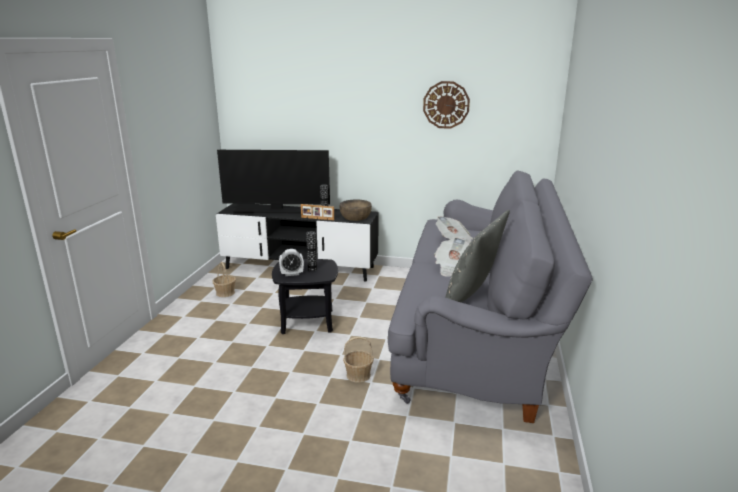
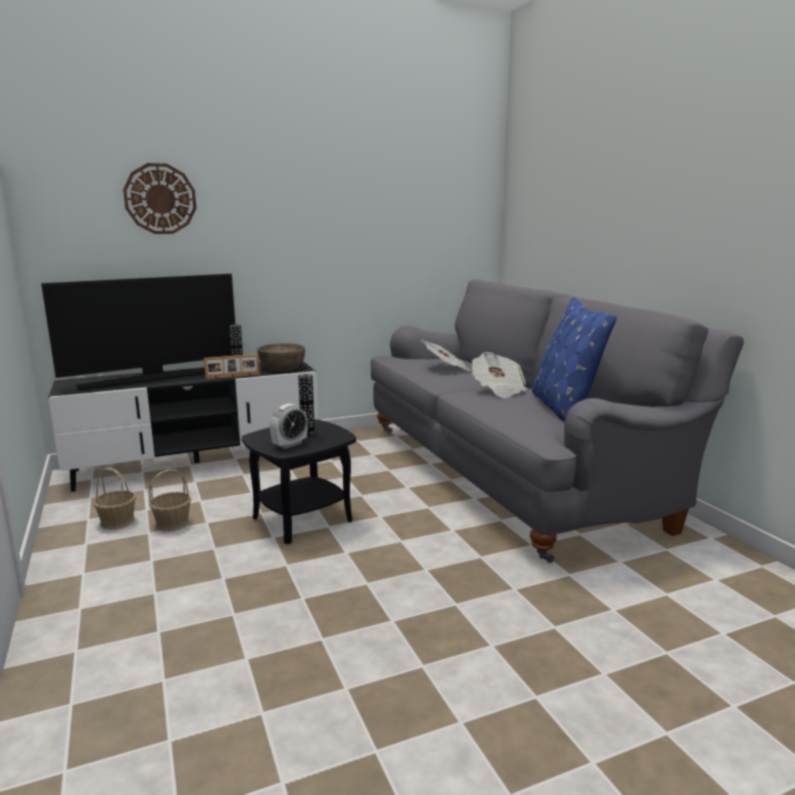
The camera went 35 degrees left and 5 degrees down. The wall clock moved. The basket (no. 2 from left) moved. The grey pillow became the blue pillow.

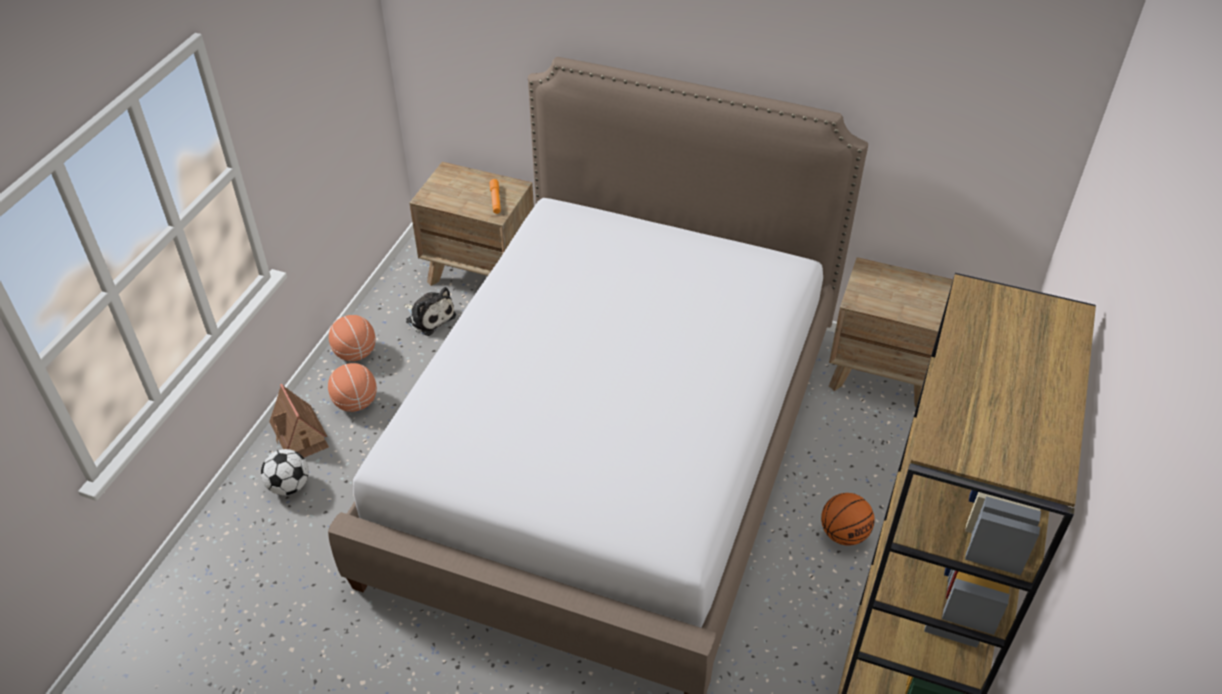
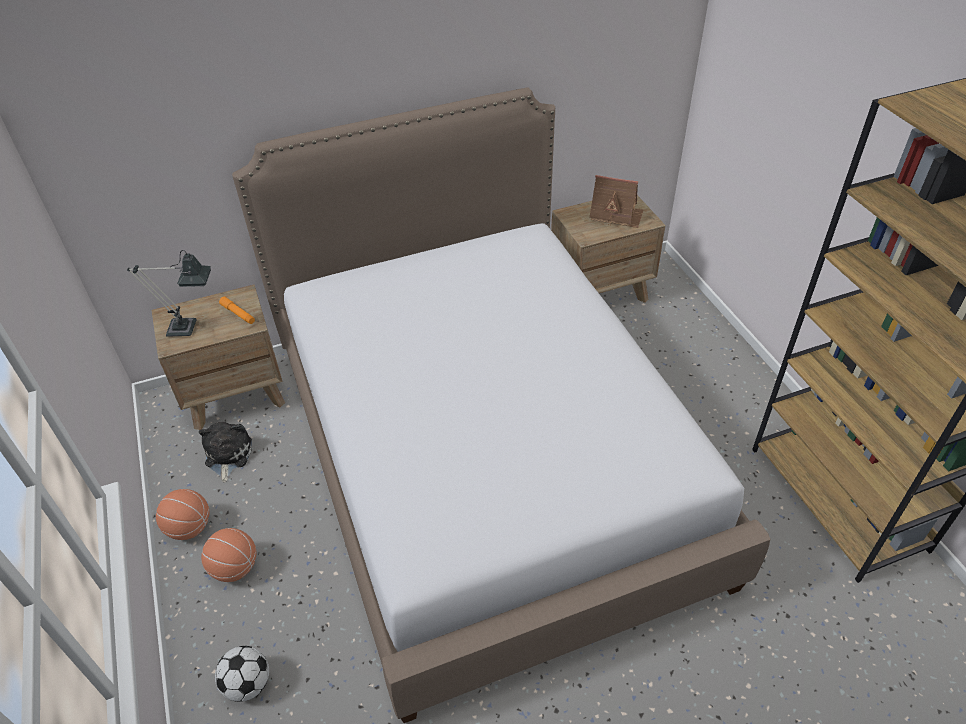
The camera went 40 degrees left and 0 degrees up. The table lamp appeared. The plush toy turned 90 degrees counterclockwise. The toy house moved. The basketball (no. 3 from left) disappeared.

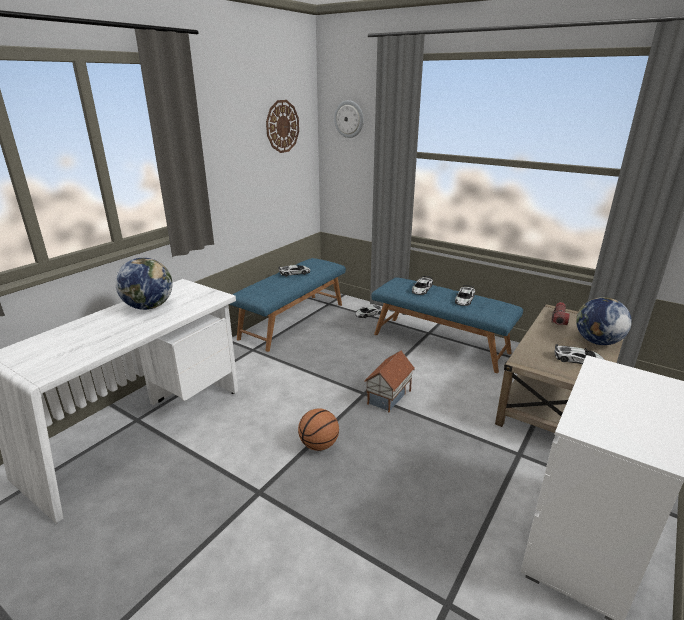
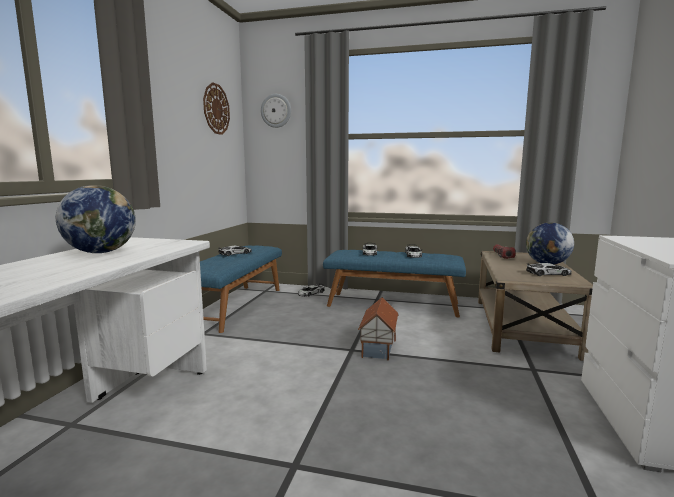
The camera went 20 degrees left and 15 degrees down. The basketball disappeared.

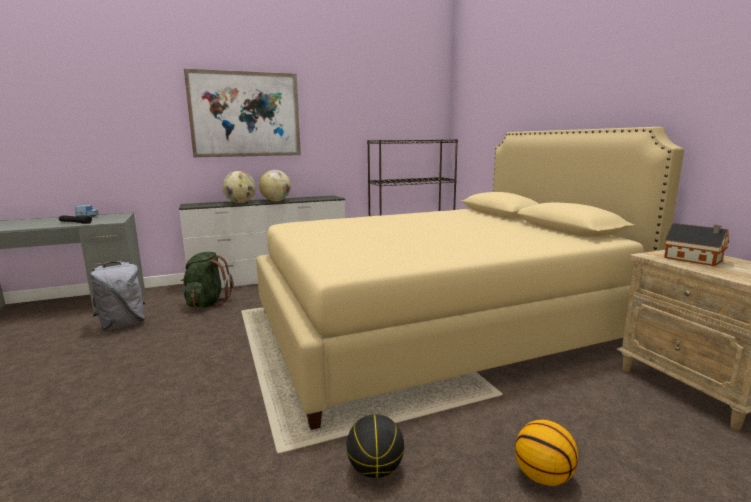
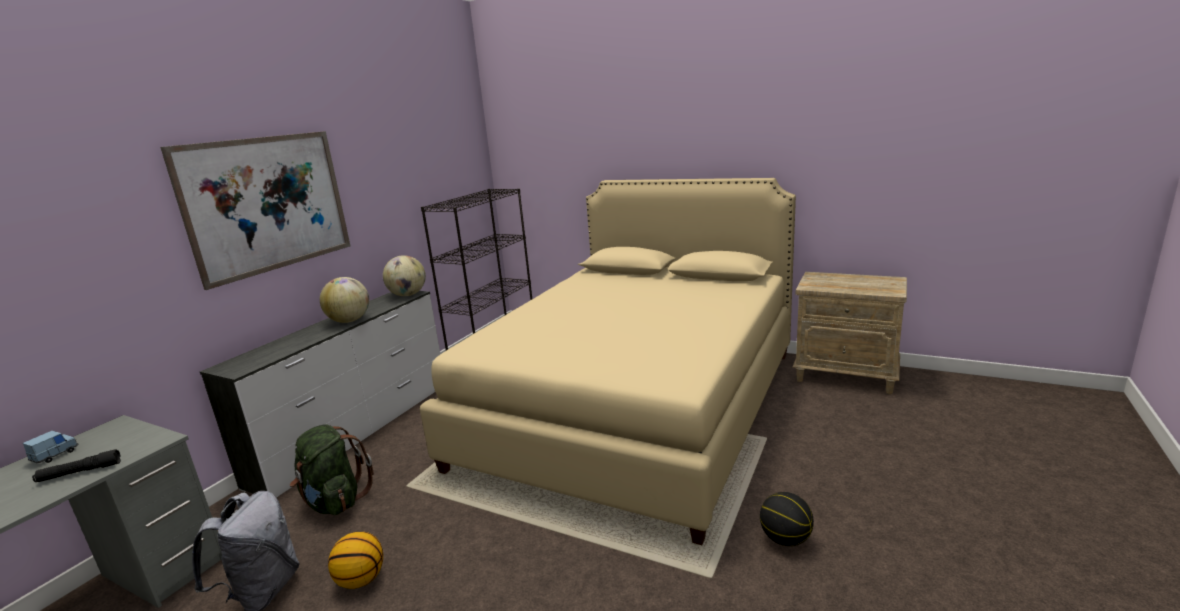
The camera went 40 degrees left and 5 degrees up. The basketball (no. 2 from left in the first image) moved. The globe (no. 1 from left in the first image) moved. The toy house disappeared.

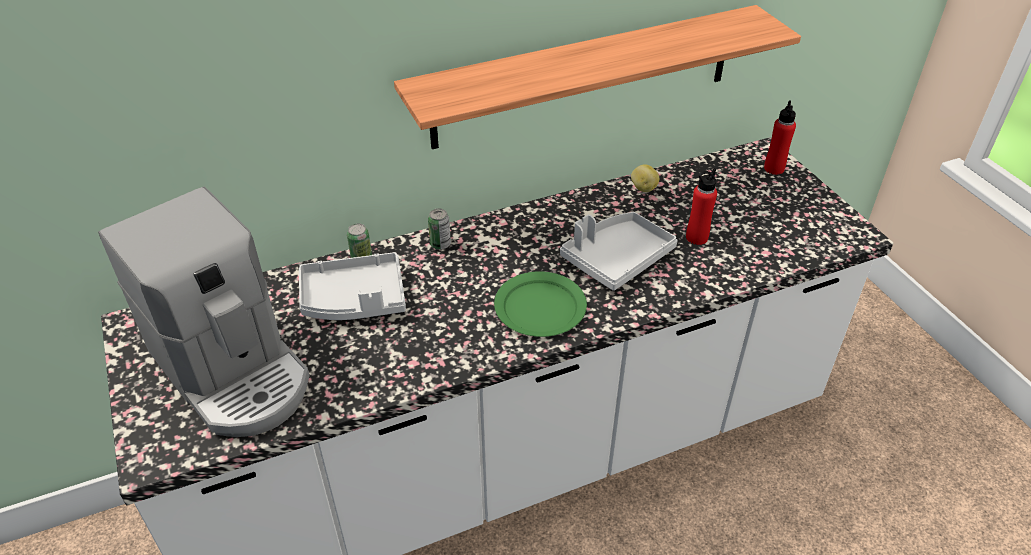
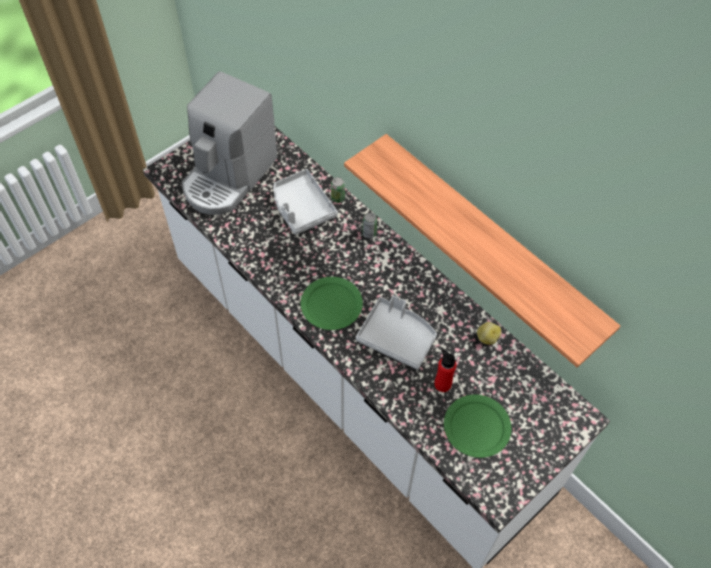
The camera went 70 degrees right and 15 degrees up. The green plate (no. 2 from left) appeared. The red bottle (no. 2 from left) disappeared.

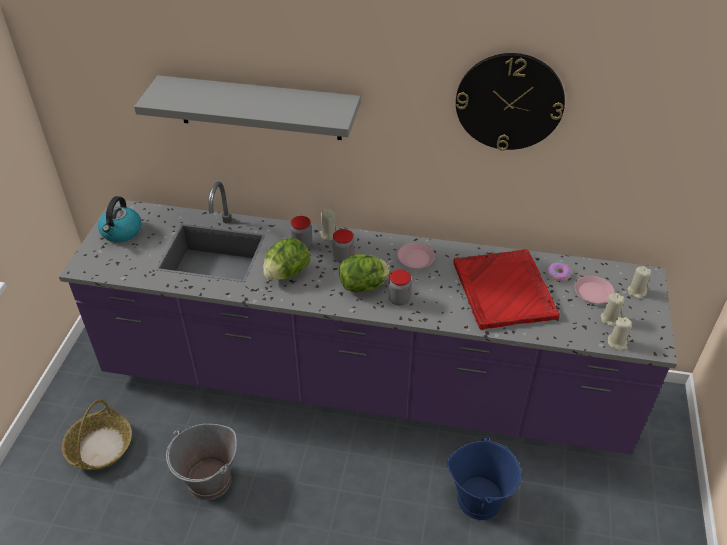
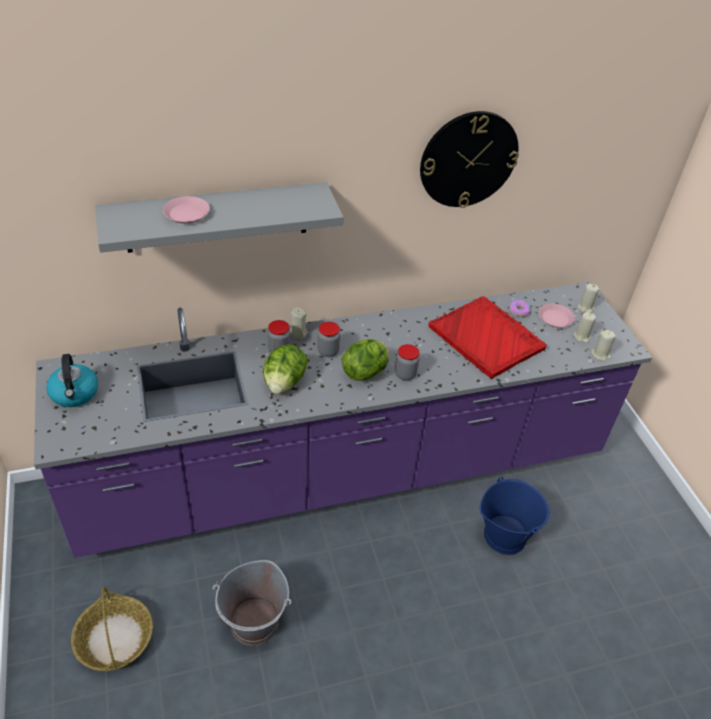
The camera went 30 degrees left and 0 degrees up. The pink plate (no. 1 from left) moved.

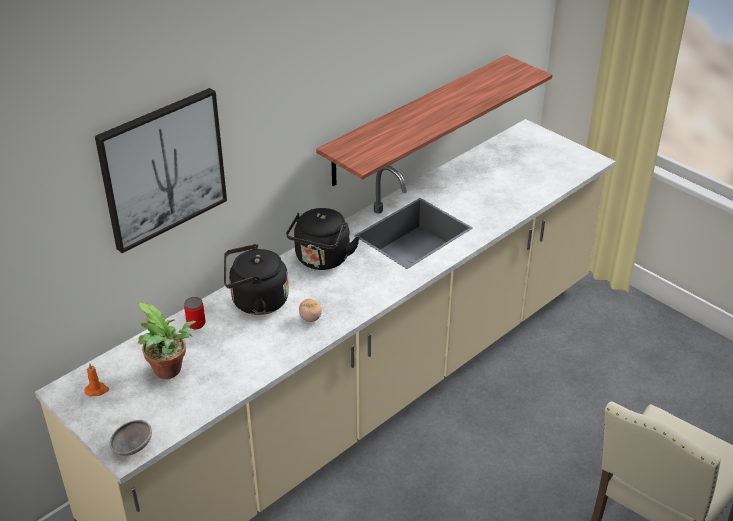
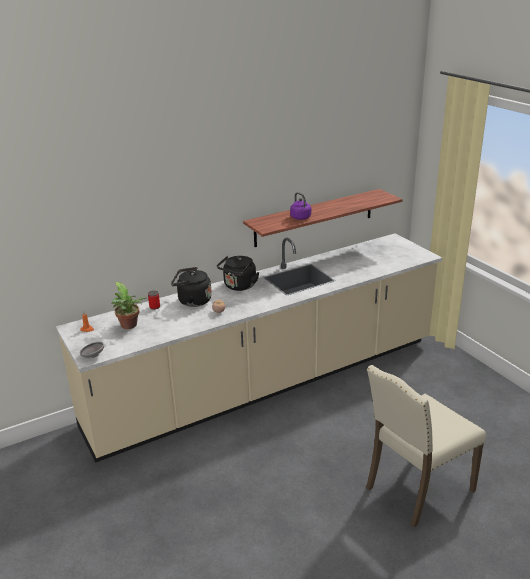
The camera went 15 degrees right and 10 degrees down. The purple kettle appeared. The picture disappeared.

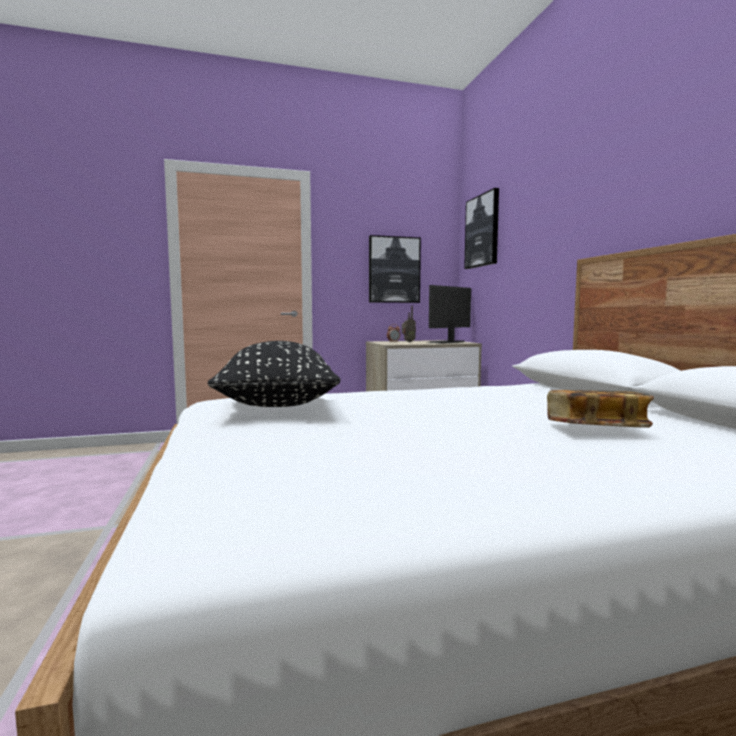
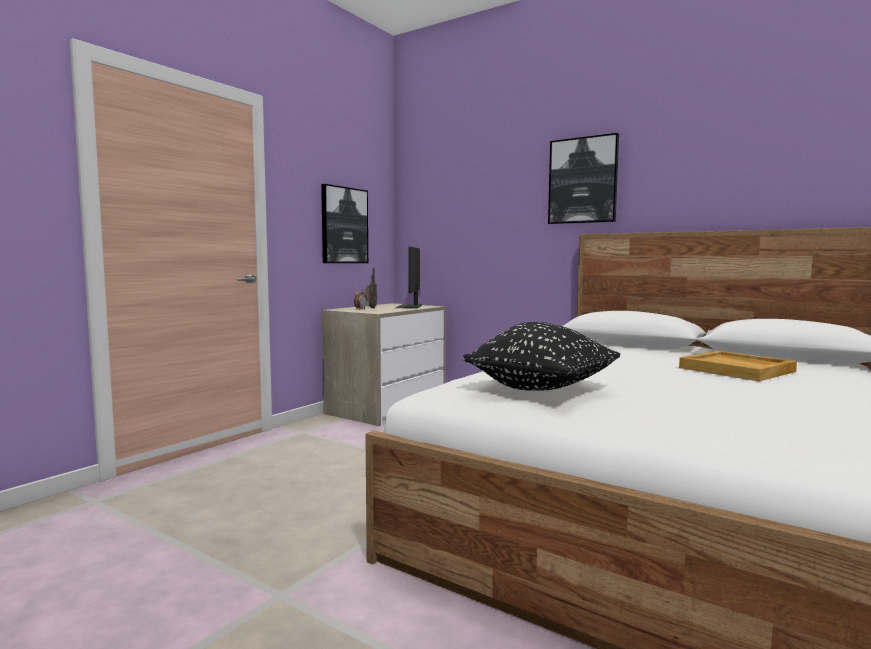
The camera went 40 degrees left and 0 degrees up. The picture (no. 2 from left) moved. The book was replaced by the beige tray.

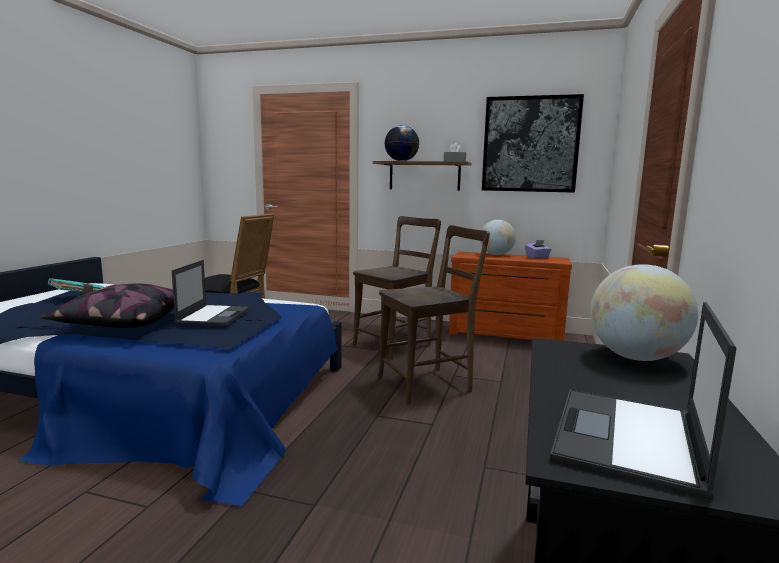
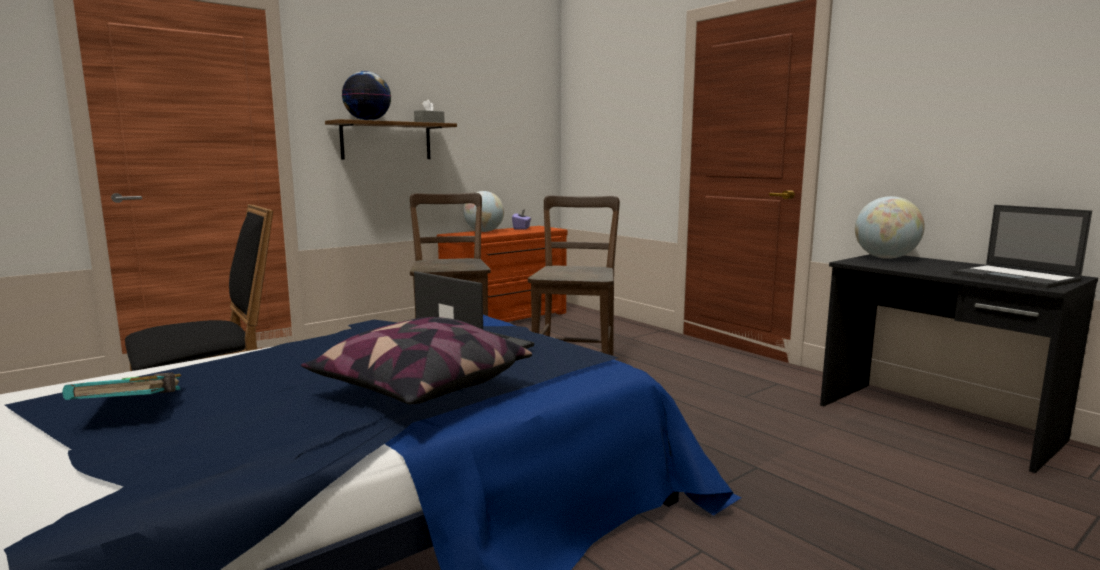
The camera went 55 degrees left and 0 degrees up. The picture disappeared.

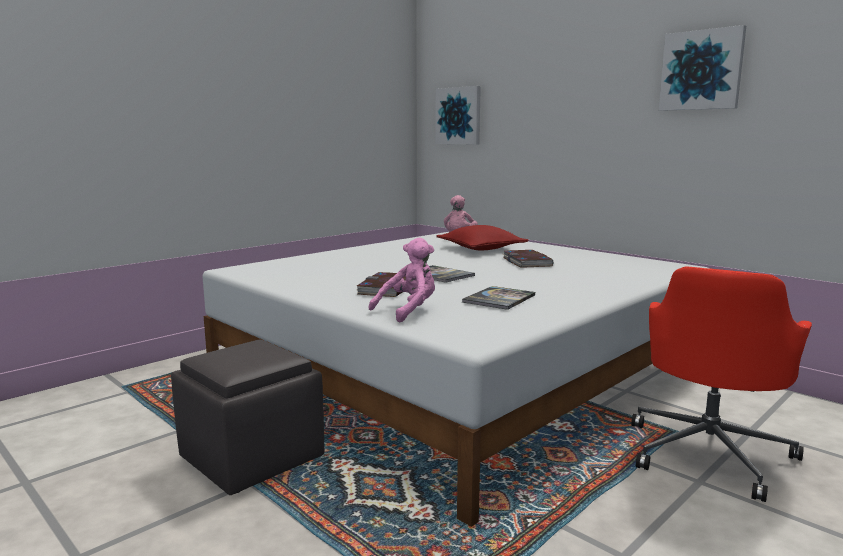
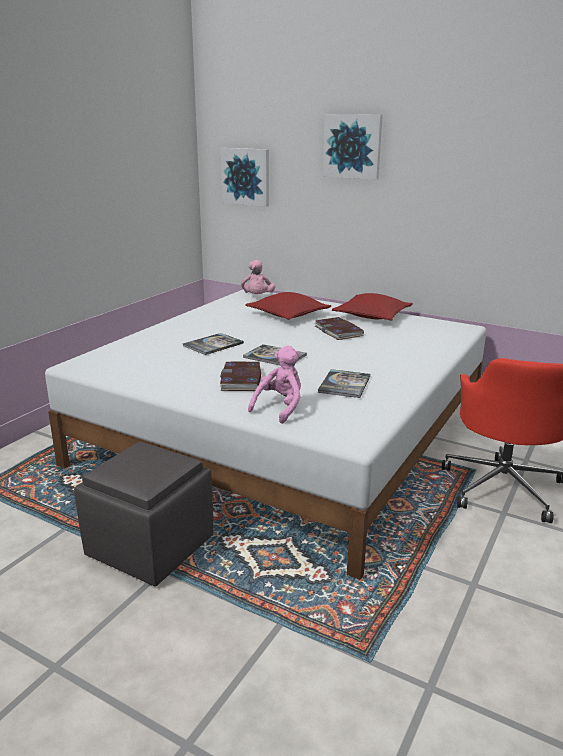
The camera went 15 degrees left and 10 degrees up. The book (no. 1 from left) appeared. The picture (no. 2 from left) moved. The red pillow (no. 2 from left) appeared.

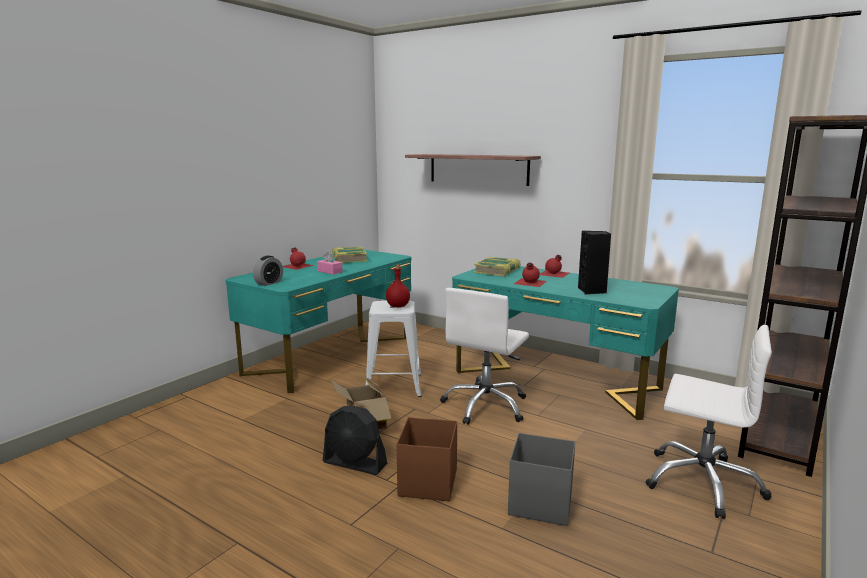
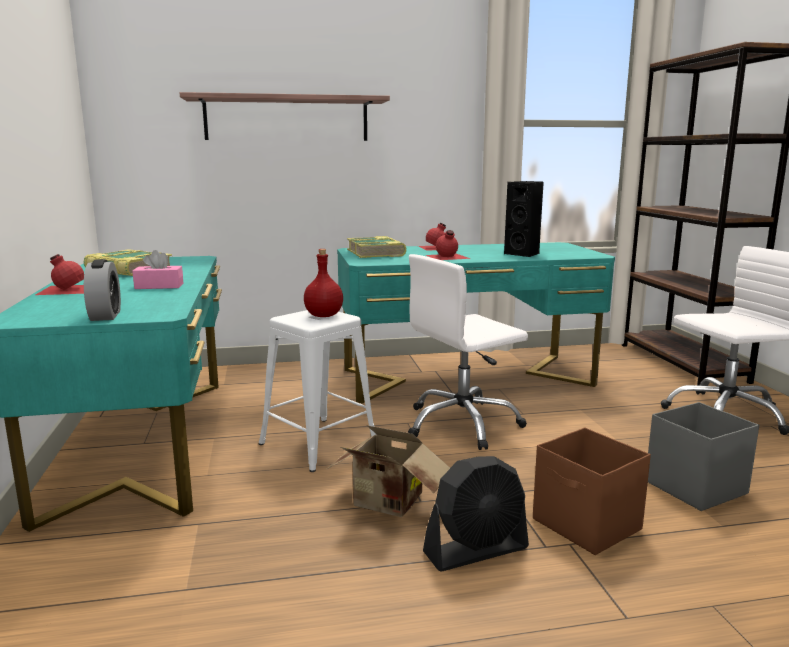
The camera went 45 degrees left and 0 degrees up. The white office chair (no. 1 from left) turned 75 degrees clockwise.

